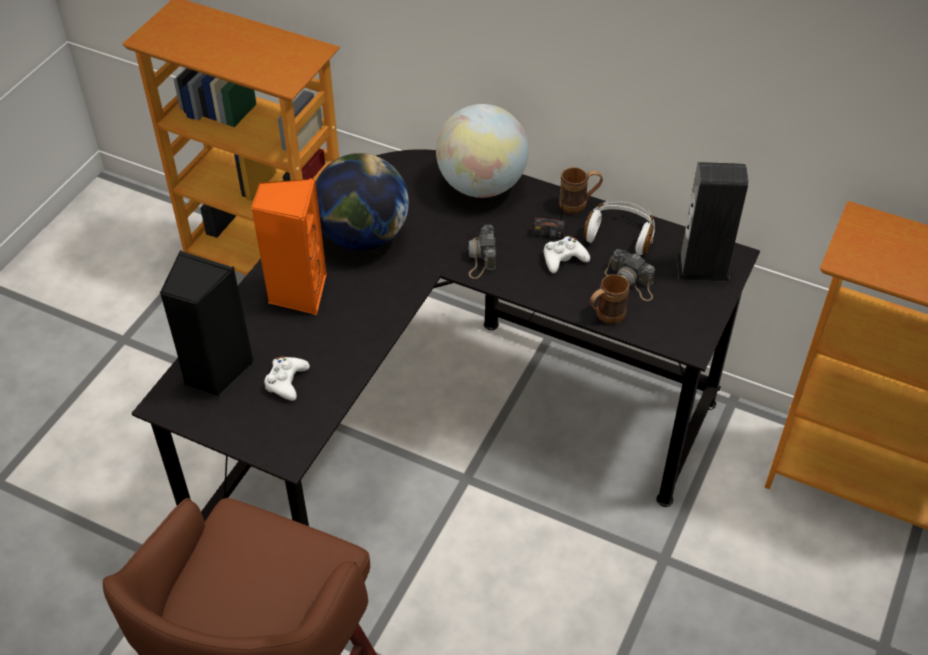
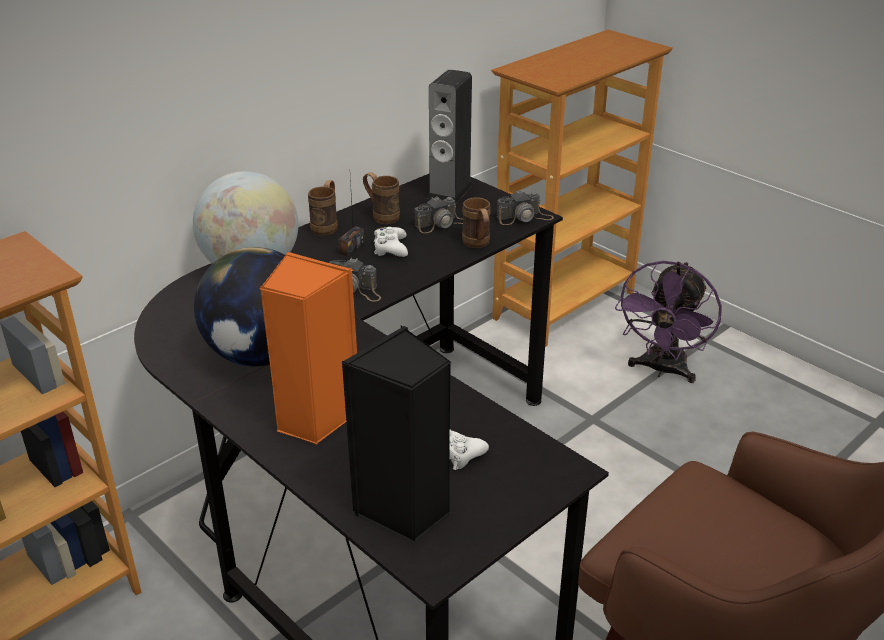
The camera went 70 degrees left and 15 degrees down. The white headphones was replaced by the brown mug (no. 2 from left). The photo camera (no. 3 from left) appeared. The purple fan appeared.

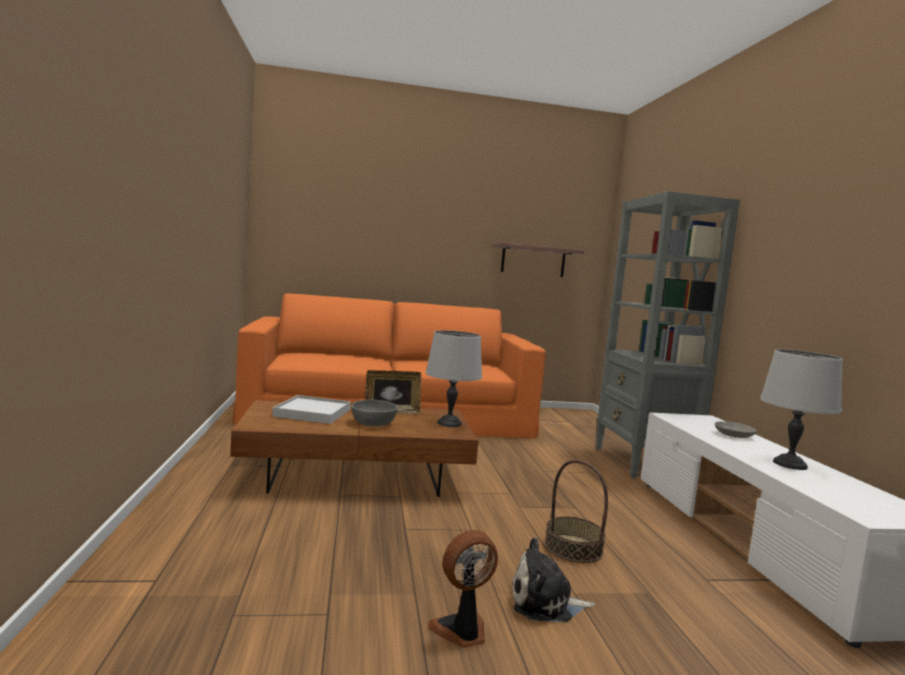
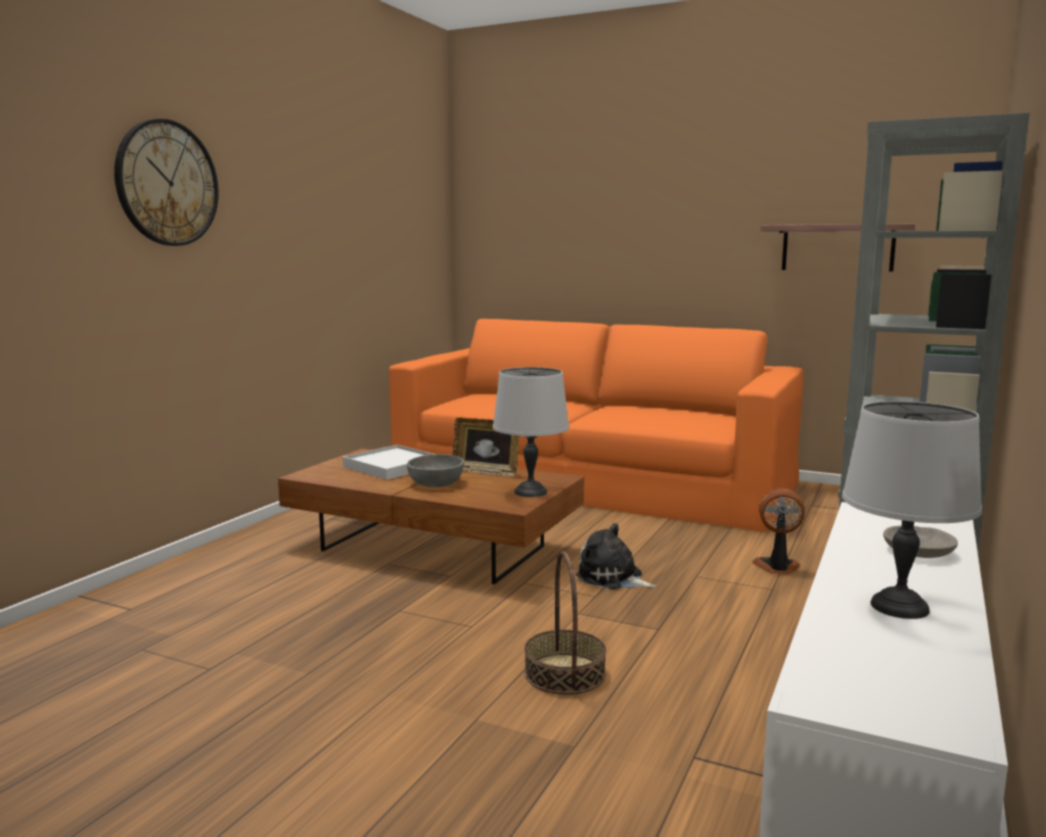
The camera went 35 degrees right and 5 degrees up. The wall clock appeared. The plush toy moved. The fan moved.

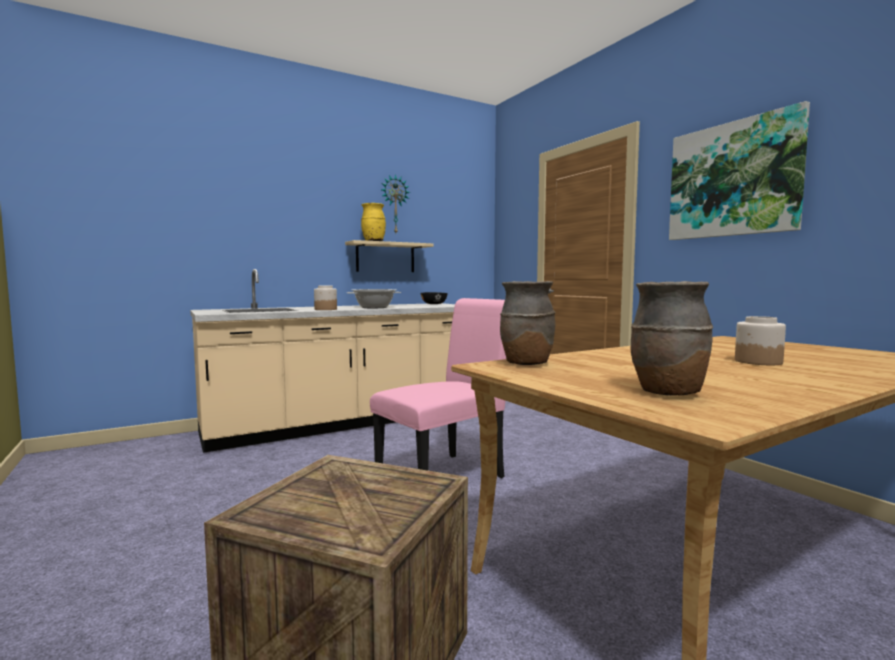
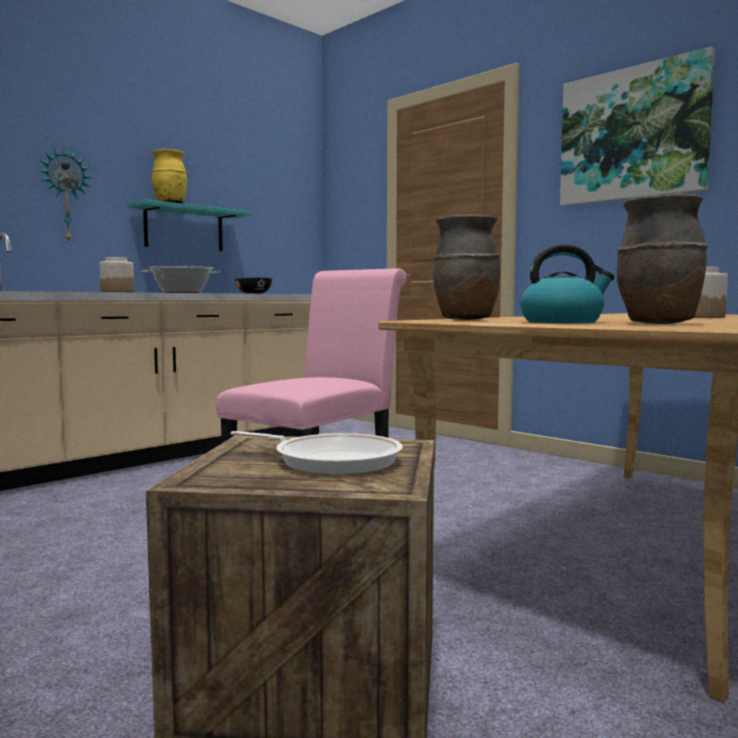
The camera went 15 degrees left and 0 degrees up. The wall clock moved. The beige shelf became the turquoise shelf. The frying pan appeared. The kettle appeared.

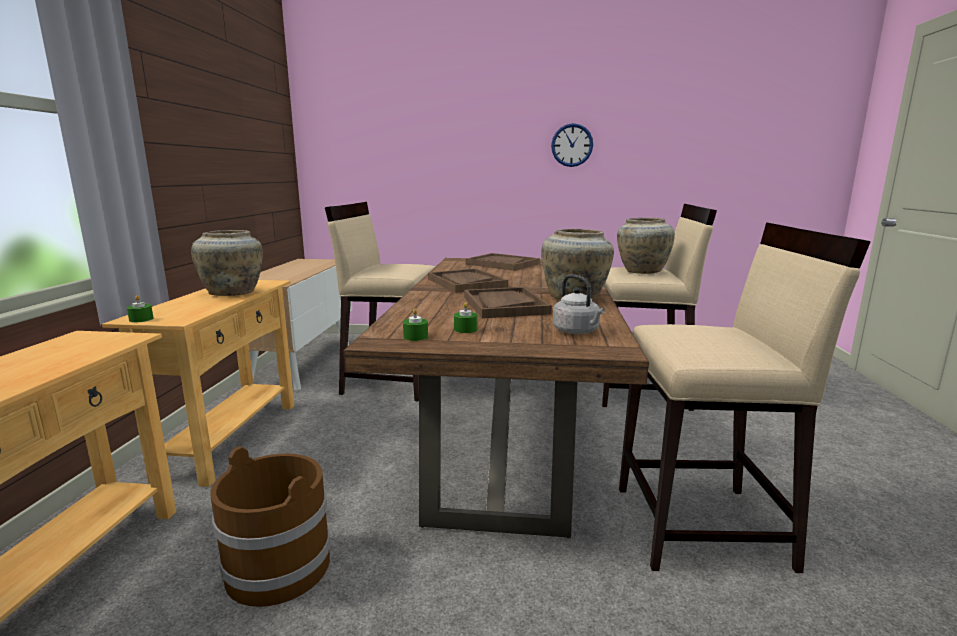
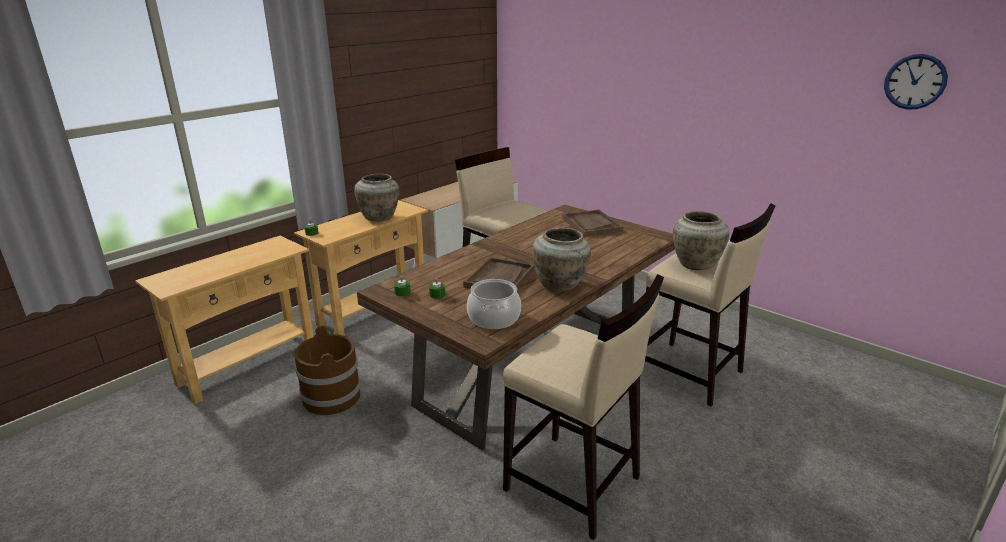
The camera went 35 degrees right and 10 degrees up. The grey kettle was replaced by the cooking pot. The wall clock moved. The brown tray (no. 1 from left) disappeared.

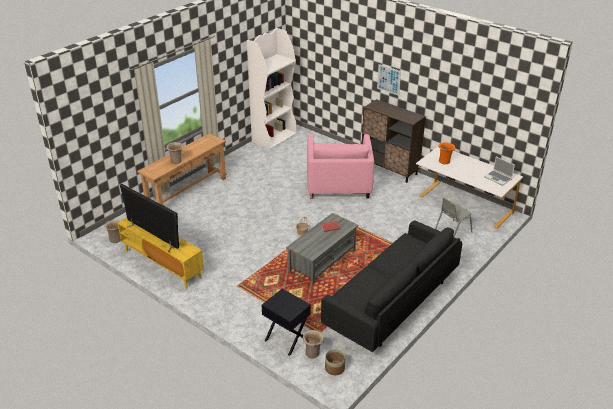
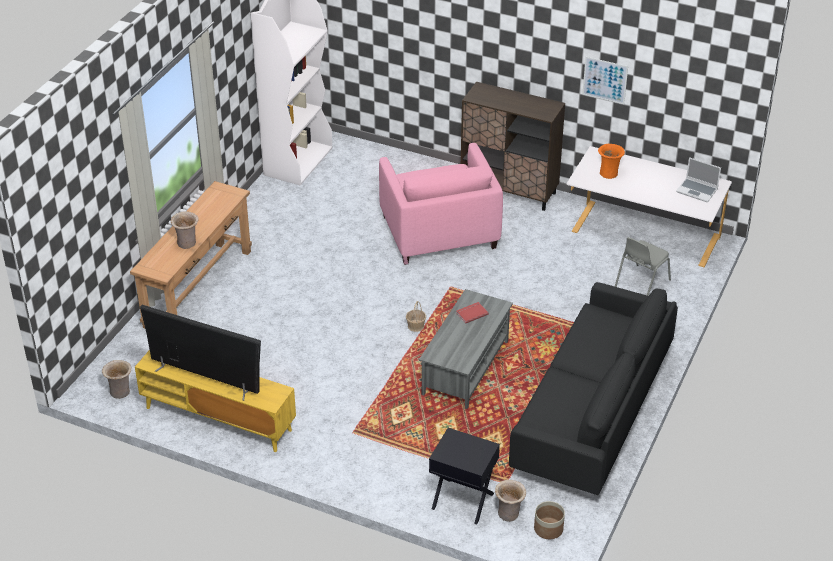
The camera went 15 degrees left and 5 degrees up. The picture moved.

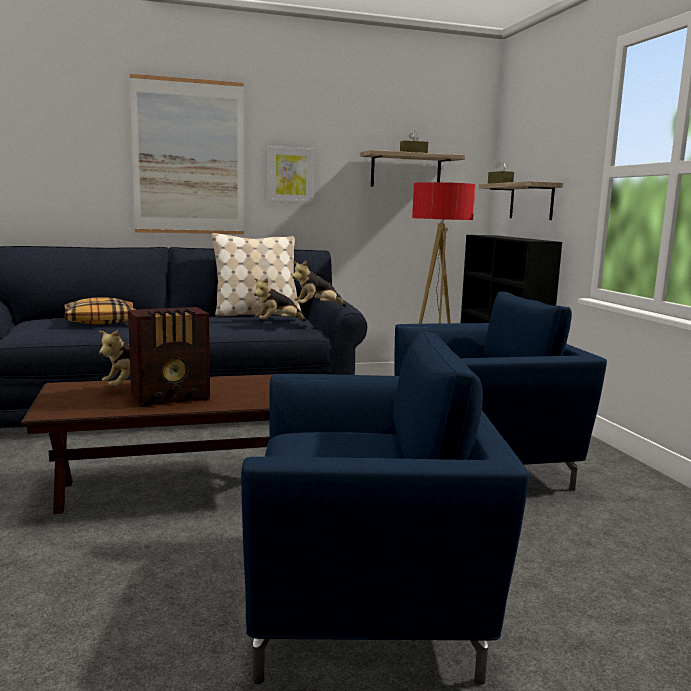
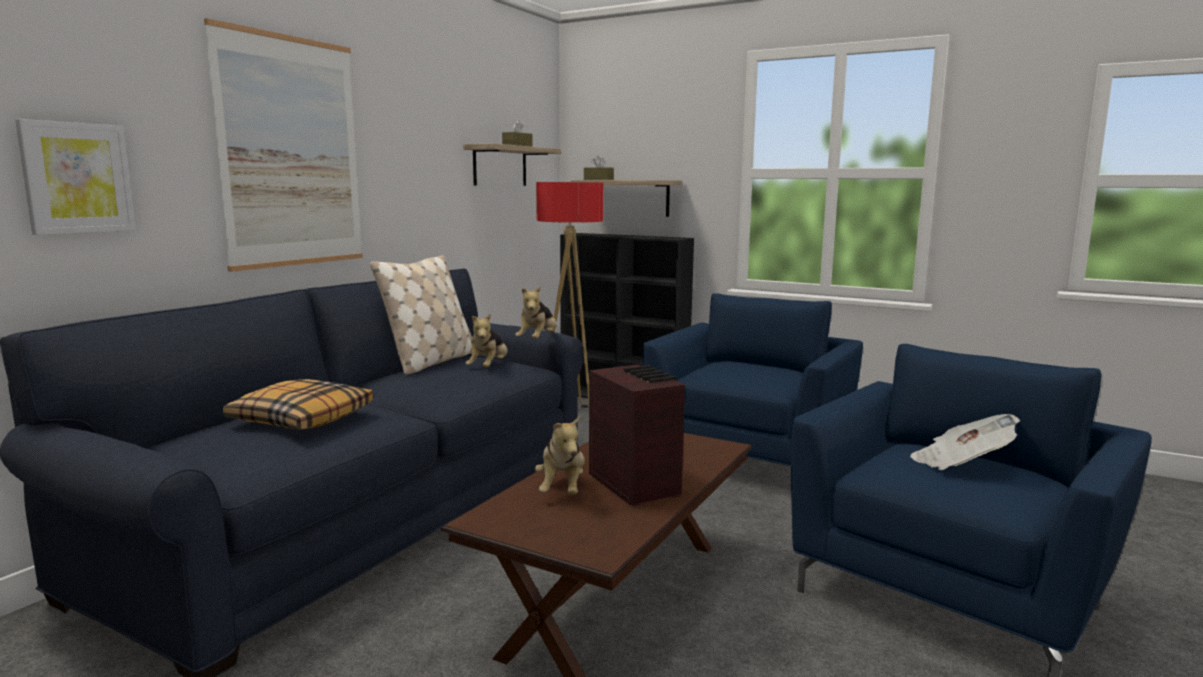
The camera went 45 degrees left and 0 degrees up. The picture (no. 2 from left in the first image) moved. The radio turned 45 degrees counterclockwise. The newspaper appeared.

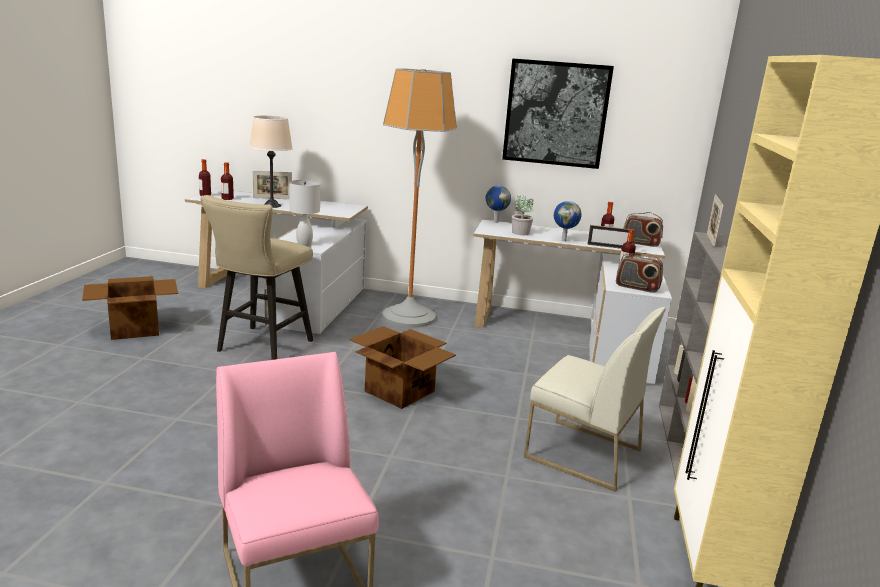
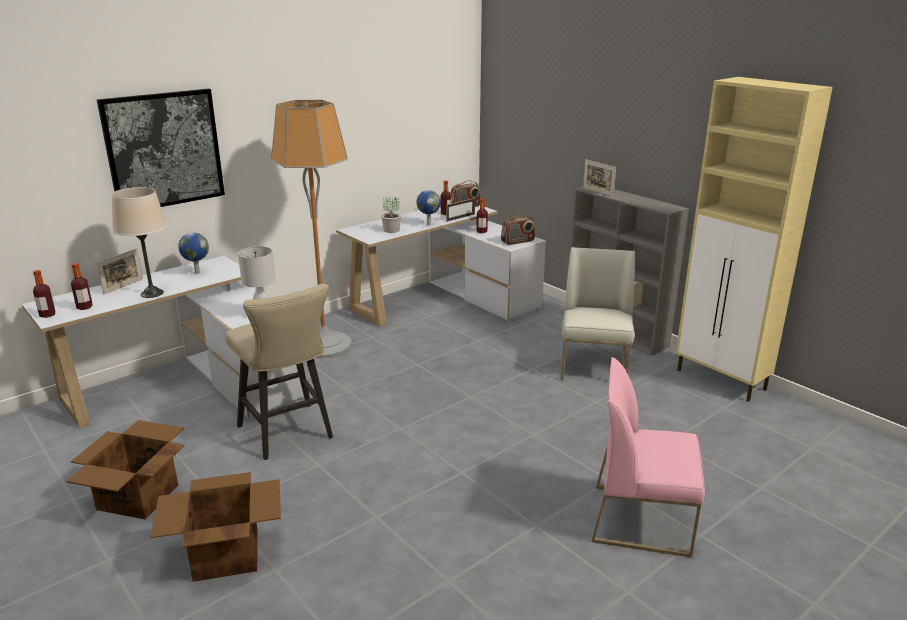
The camera went 50 degrees left and 5 degrees up. The picture moved. The cardboard box (no. 2 from left) moved. The globe (no. 1 from left) moved. The white chair turned 60 degrees counterclockwise.

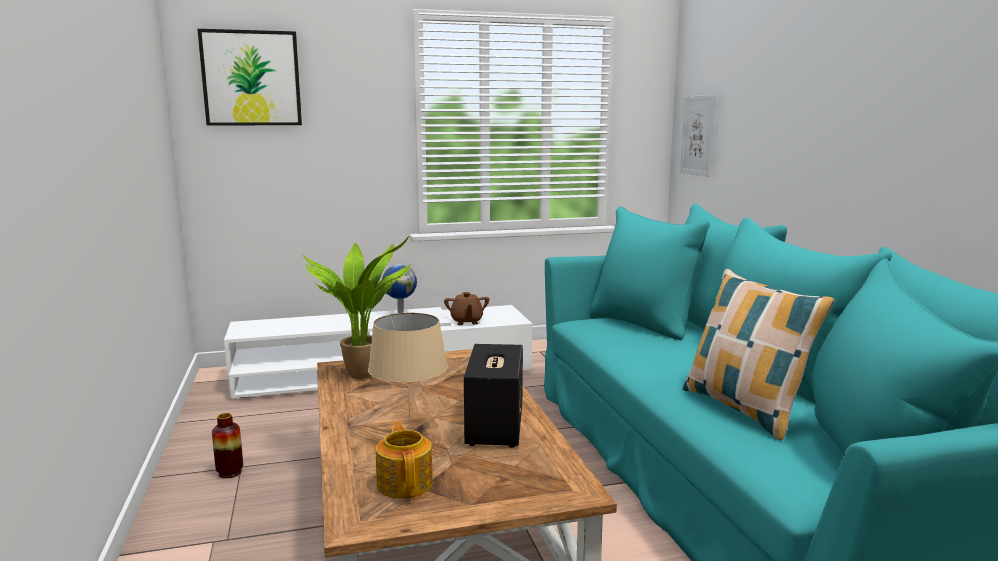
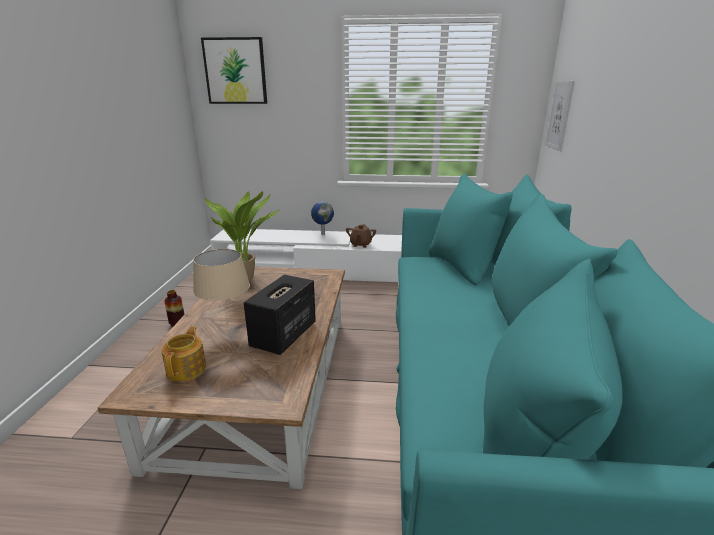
The camera went 20 degrees right and 10 degrees up. The pillow disappeared.

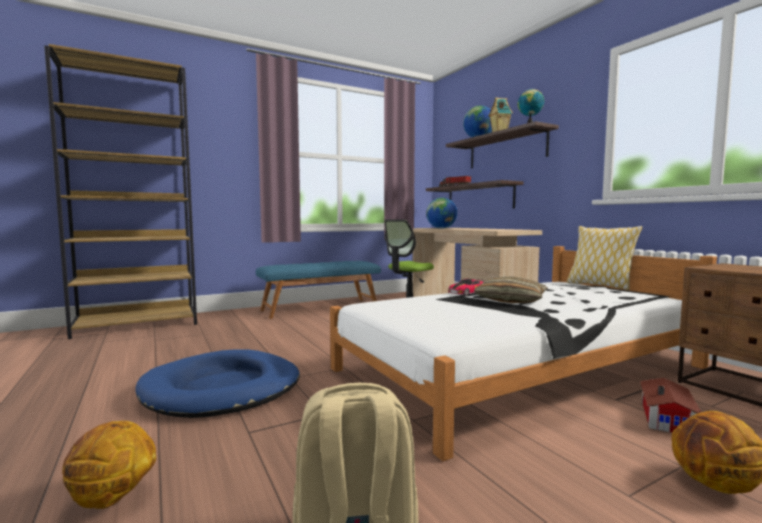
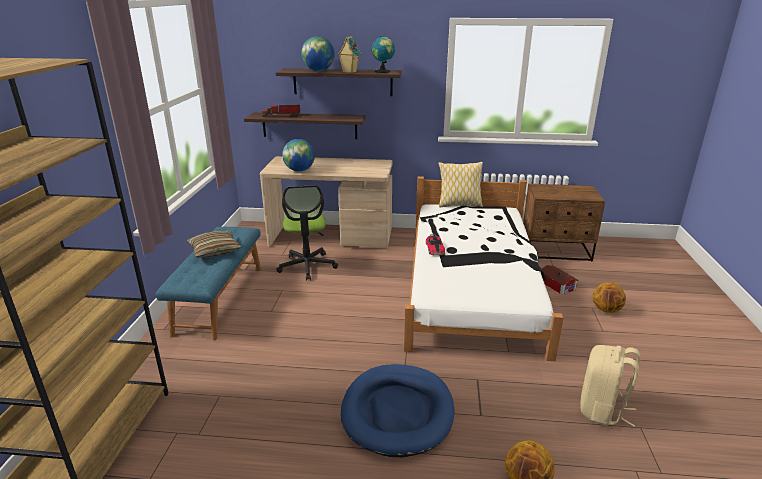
The camera went 55 degrees left and 20 degrees up. The pillow (no. 1 from left) moved.

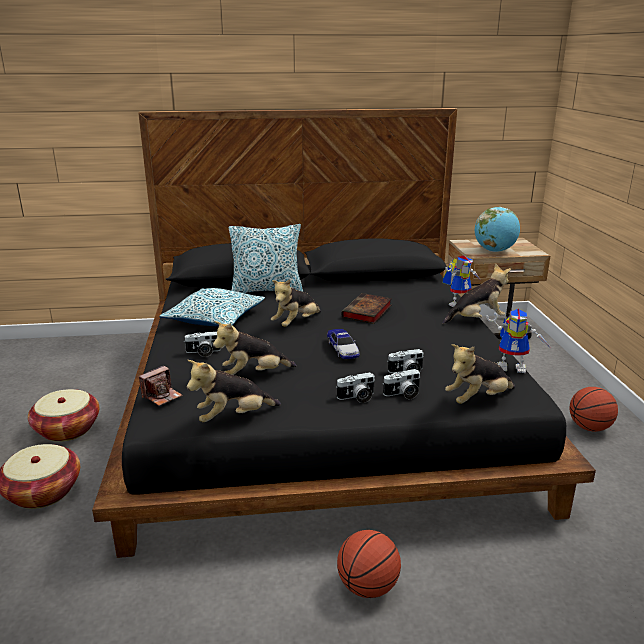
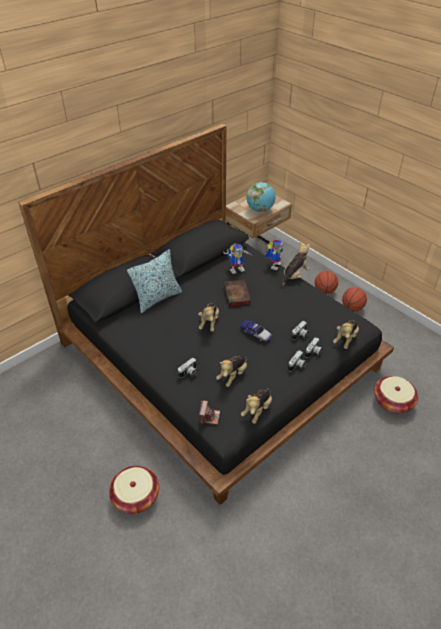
The camera went 35 degrees left and 20 degrees up. The toy robot (no. 2 from left in the first image) moved. The basketball (no. 1 from left) moved. The basket (no. 2 from left) moved. The pillow (no. 1 from left) disappeared.

